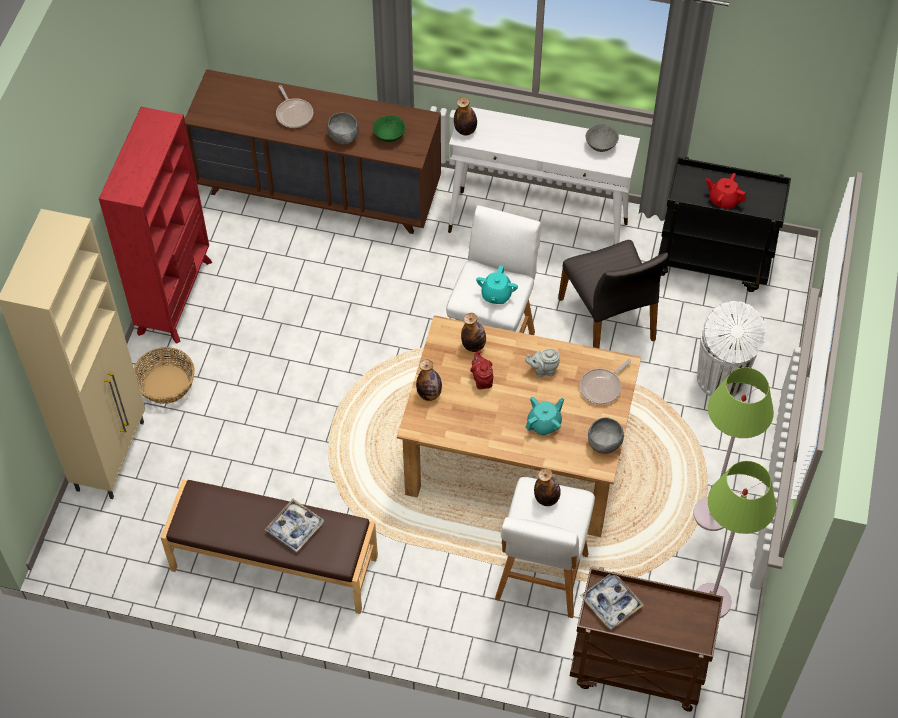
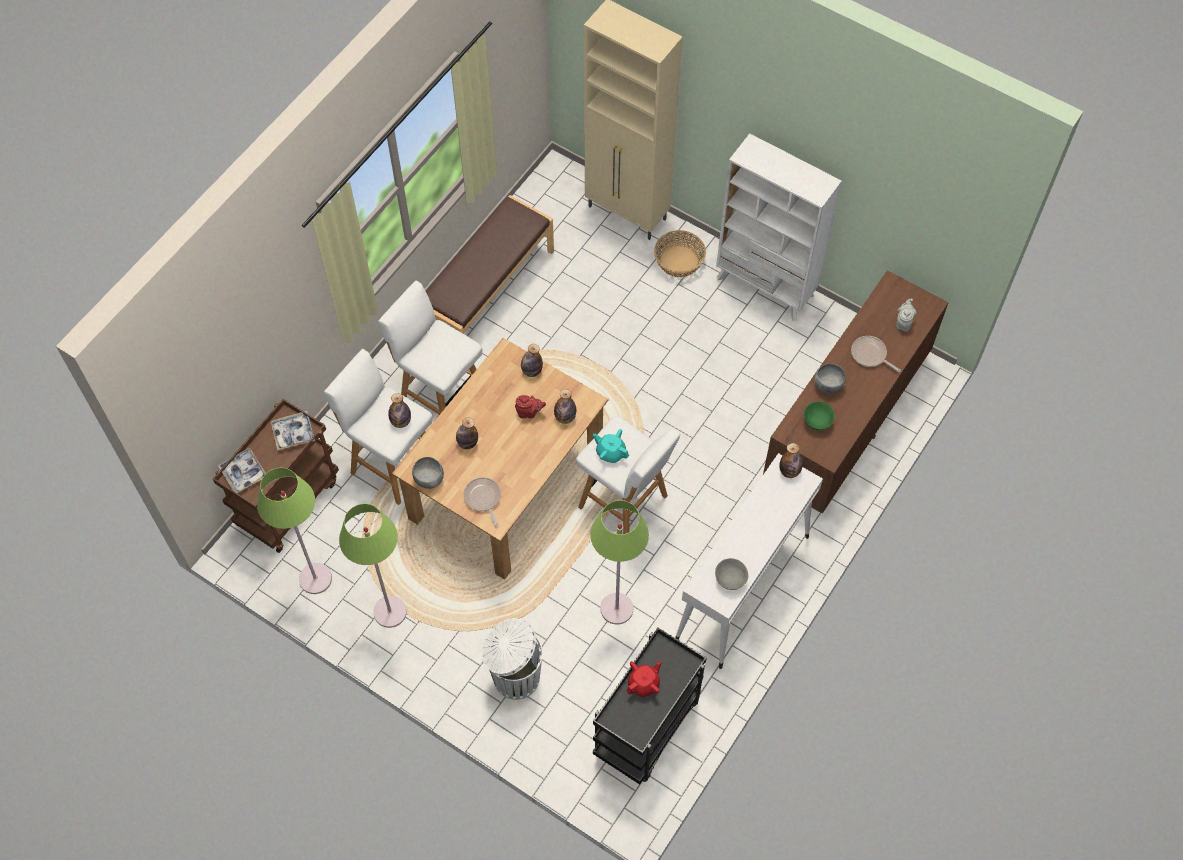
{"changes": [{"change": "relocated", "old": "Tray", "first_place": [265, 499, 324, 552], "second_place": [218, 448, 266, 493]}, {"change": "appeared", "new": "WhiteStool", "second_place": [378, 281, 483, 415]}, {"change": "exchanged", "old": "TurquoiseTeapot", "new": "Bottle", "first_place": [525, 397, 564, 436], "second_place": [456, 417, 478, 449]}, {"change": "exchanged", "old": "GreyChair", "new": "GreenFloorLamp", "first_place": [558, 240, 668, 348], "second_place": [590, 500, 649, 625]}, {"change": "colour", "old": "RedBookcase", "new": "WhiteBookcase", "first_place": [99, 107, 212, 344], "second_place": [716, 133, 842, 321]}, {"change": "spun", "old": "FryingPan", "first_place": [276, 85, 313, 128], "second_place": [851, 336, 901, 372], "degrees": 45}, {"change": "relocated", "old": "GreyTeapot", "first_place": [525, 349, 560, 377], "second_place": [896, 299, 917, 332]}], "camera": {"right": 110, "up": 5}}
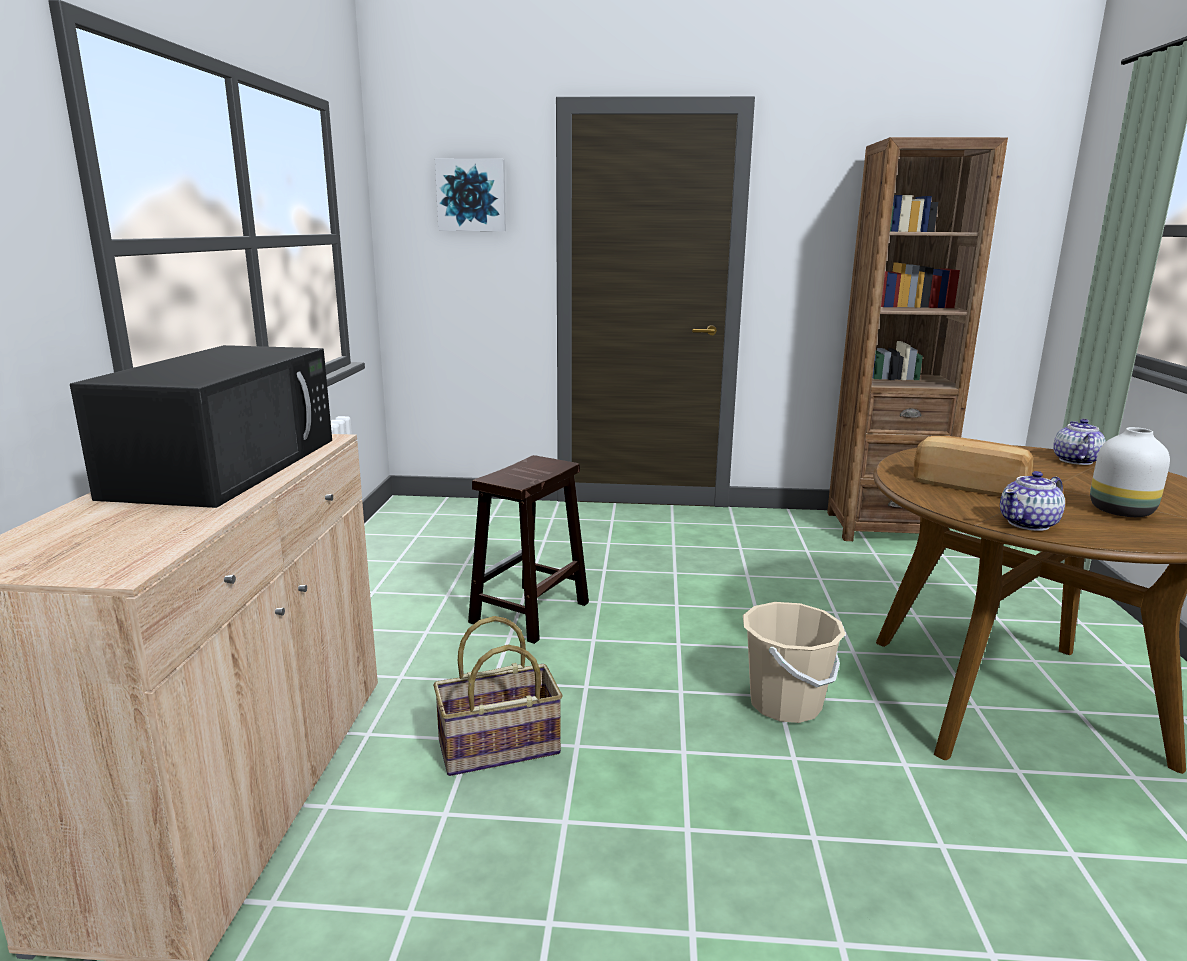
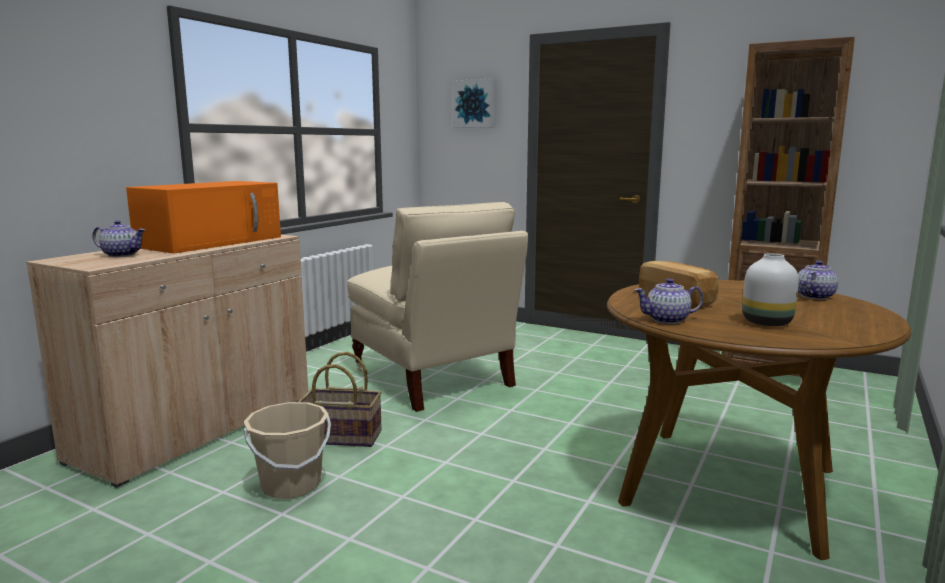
{"changes": [{"change": "appeared", "new": "Teapot", "second_place": [92, 220, 145, 257]}, {"change": "colour", "old": "BlackMicrowave", "new": "OrangeMicrowave", "first_place": [70, 345, 332, 508], "second_place": [126, 181, 281, 254]}, {"change": "relocated", "old": "BeigeBucket", "first_place": [743, 602, 846, 723], "second_place": [244, 402, 331, 499]}, {"change": "exchanged", "old": "BrownStool", "new": "BeigeChair", "first_place": [468, 455, 589, 644], "second_place": [347, 202, 528, 412]}], "camera": {"right": 25, "up": -5}}
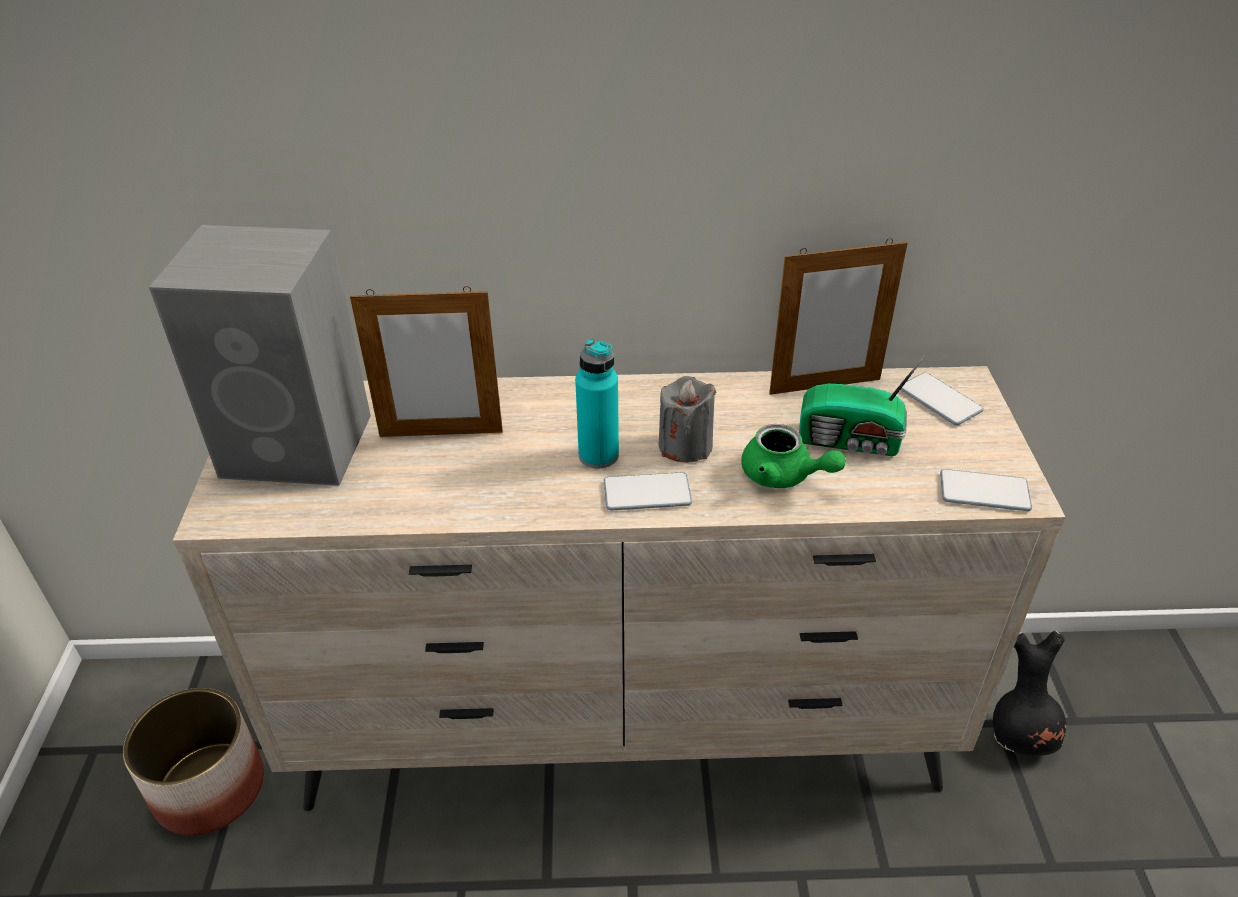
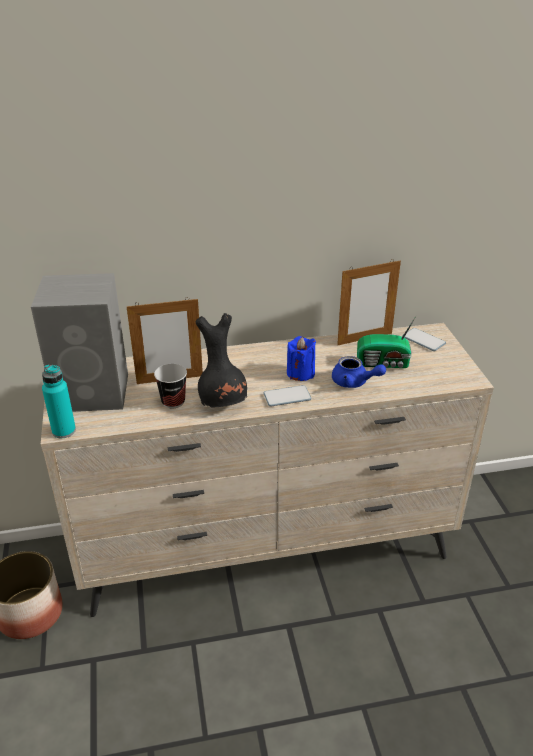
{"changes": [{"change": "relocated", "old": "TurquoiseBottle", "first_place": [575, 339, 619, 468], "second_place": [42, 364, 76, 438]}, {"change": "appeared", "new": "Cup", "second_place": [154, 364, 187, 408]}, {"change": "relocated", "old": "BlackVase", "first_place": [993, 631, 1066, 756], "second_place": [196, 313, 247, 407]}, {"change": "colour", "old": "GreyCandle", "new": "BlueCandle", "first_place": [659, 376, 716, 463], "second_place": [287, 336, 316, 381]}, {"change": "colour", "old": "GreenTeapot", "new": "BlueTeapot", "first_place": [741, 424, 846, 488], "second_place": [332, 356, 386, 388]}, {"change": "missing", "old": "Phone", "first_place": [940, 469, 1032, 511]}], "camera": {"right": -10, "up": -5}}
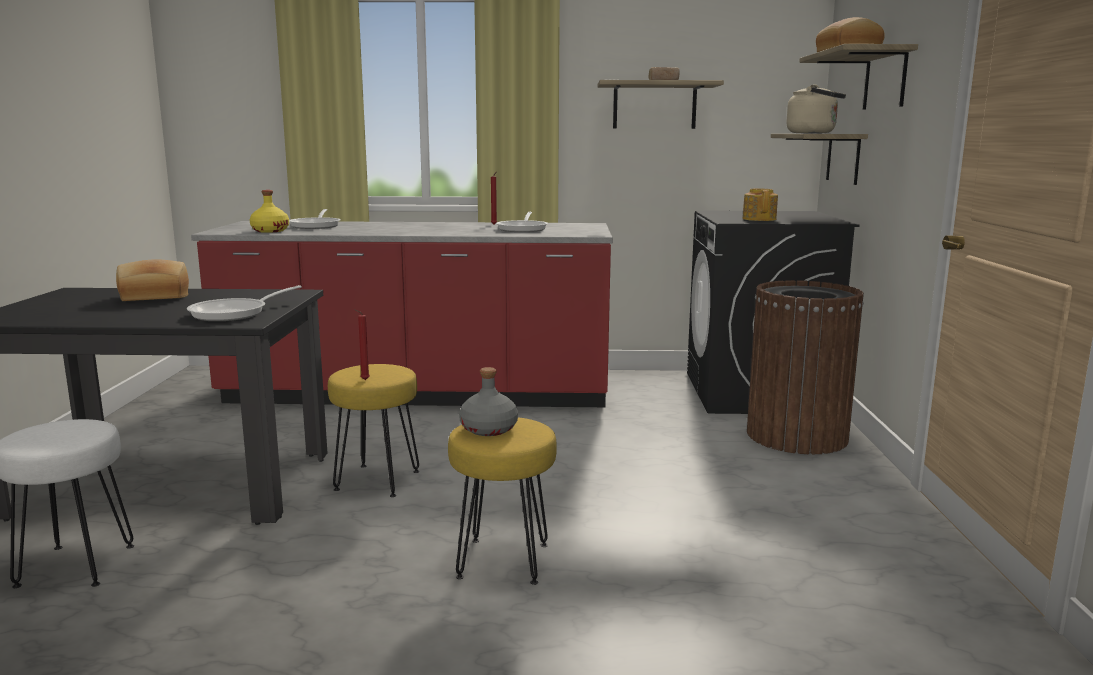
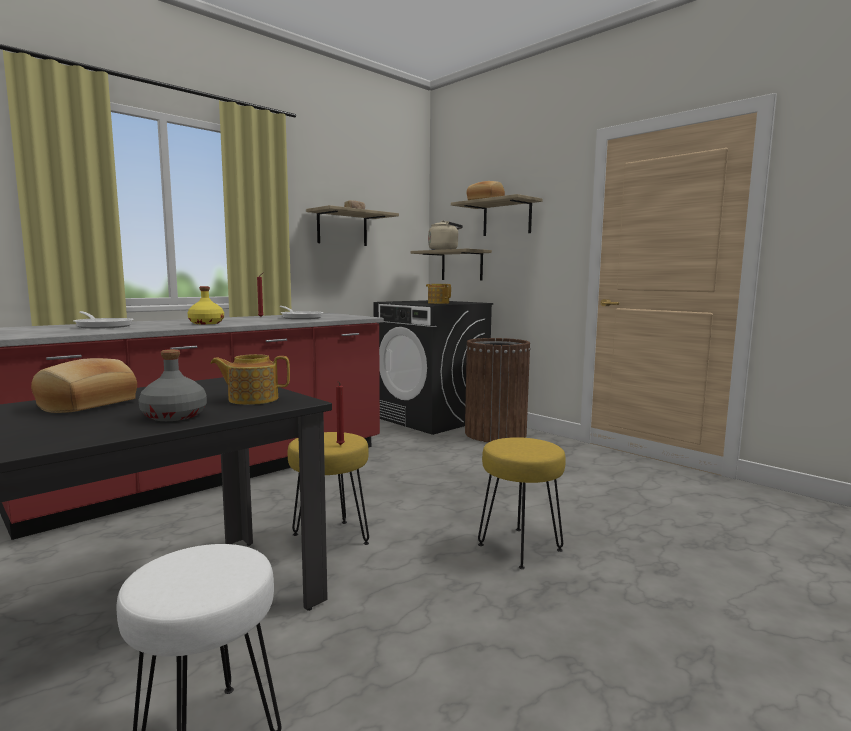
{"changes": [{"change": "relocated", "old": "GreyBottle", "first_place": [459, 367, 518, 436], "second_place": [138, 349, 207, 421]}, {"change": "relocated", "old": "YellowBottle", "first_place": [250, 190, 289, 233], "second_place": [187, 286, 224, 324]}, {"change": "exchanged", "old": "FryingPan", "new": "Teapot", "first_place": [187, 285, 302, 321], "second_place": [210, 354, 290, 405]}], "camera": {"right": -45, "up": -5}}
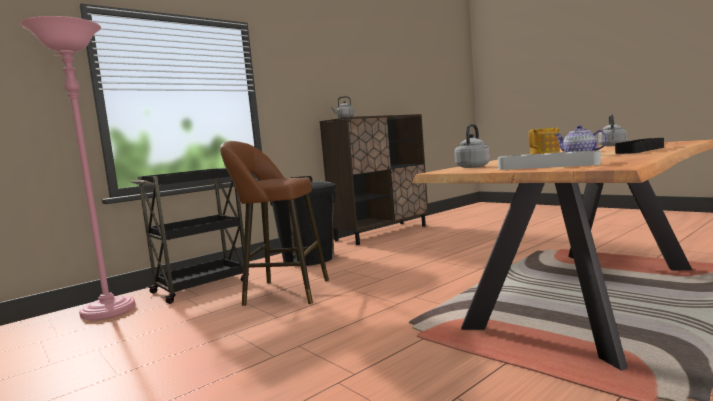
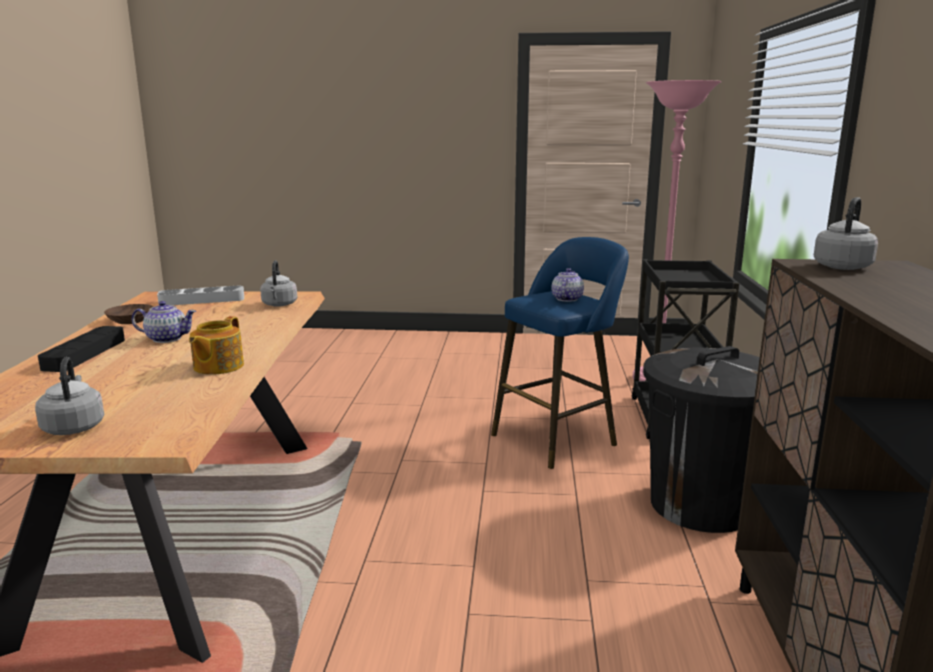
{"changes": [{"change": "appeared", "new": "BrownBowl", "second_place": [104, 304, 153, 324]}, {"change": "colour", "old": "BrownStool", "new": "BlueStool", "first_place": [220, 141, 329, 306], "second_place": [491, 237, 629, 469]}, {"change": "appeared", "new": "Teapot", "second_place": [552, 268, 584, 302]}], "camera": {"right": 135, "up": 10}}
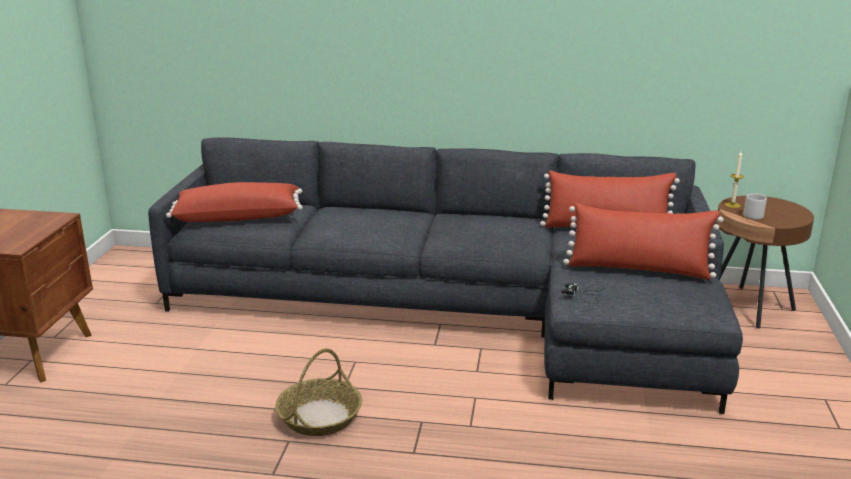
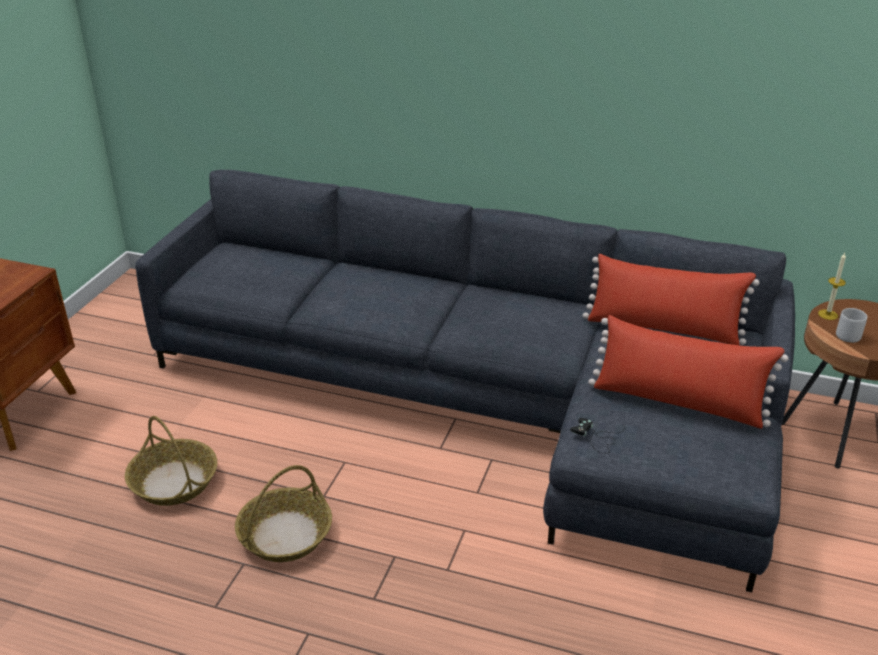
{"changes": [{"change": "appeared", "new": "Basket", "second_place": [125, 416, 218, 506]}, {"change": "missing", "old": "RedPillow", "first_place": [166, 182, 303, 222]}], "camera": {"right": 10, "up": 10}}
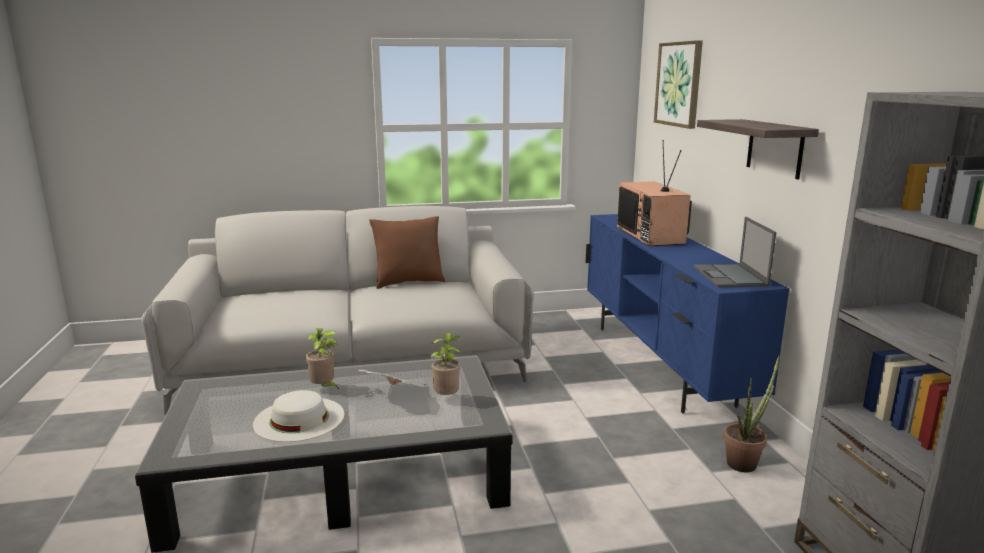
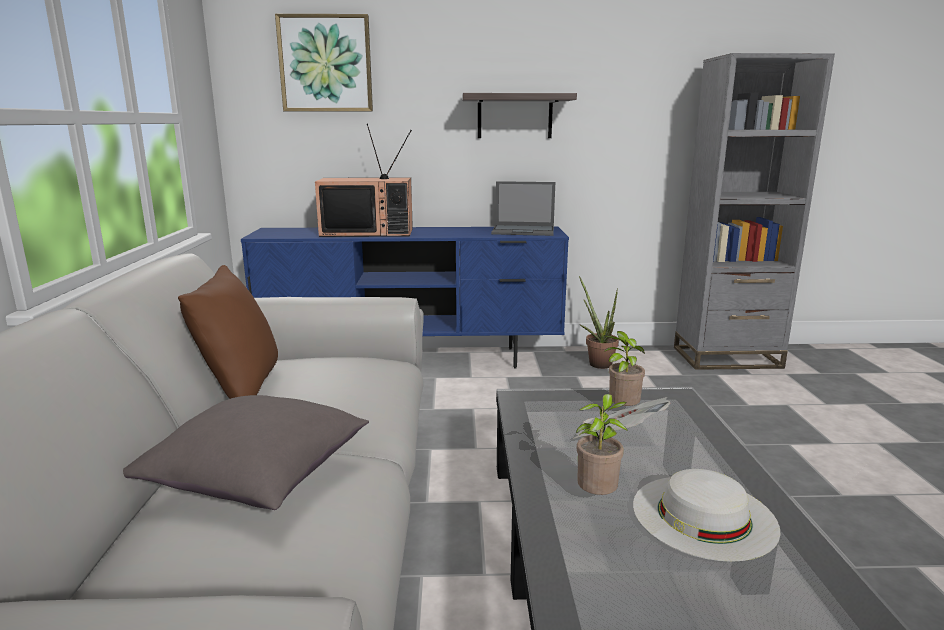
{"changes": [{"change": "appeared", "new": "GreyPillow", "second_place": [123, 395, 369, 510]}], "camera": {"right": -80, "up": 0}}
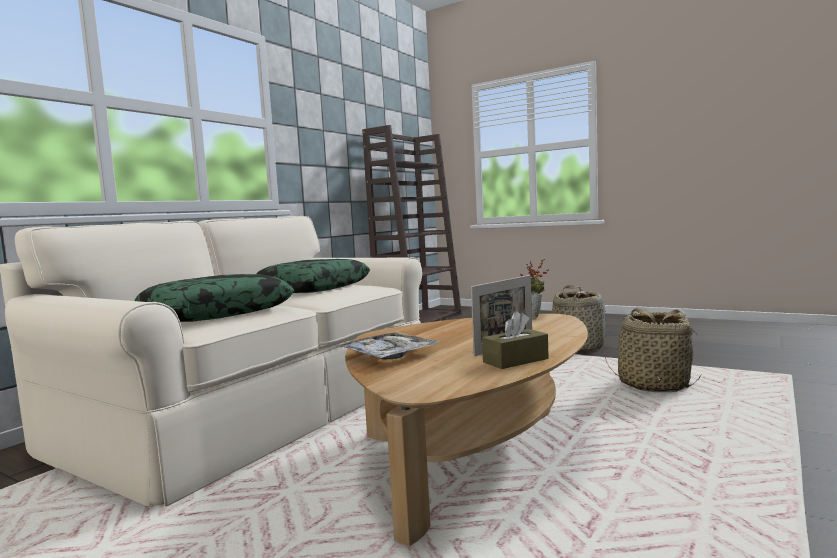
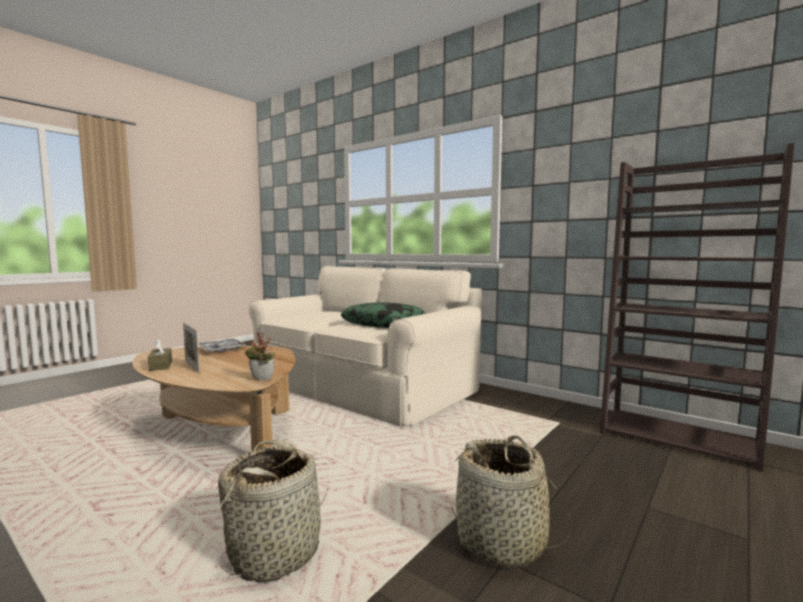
{"changes": [{"change": "missing", "old": "Pillow", "first_place": [135, 274, 294, 322]}], "camera": {"right": 95, "up": 0}}
